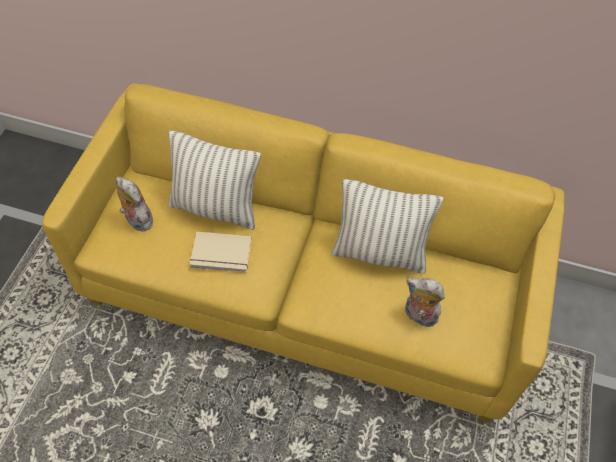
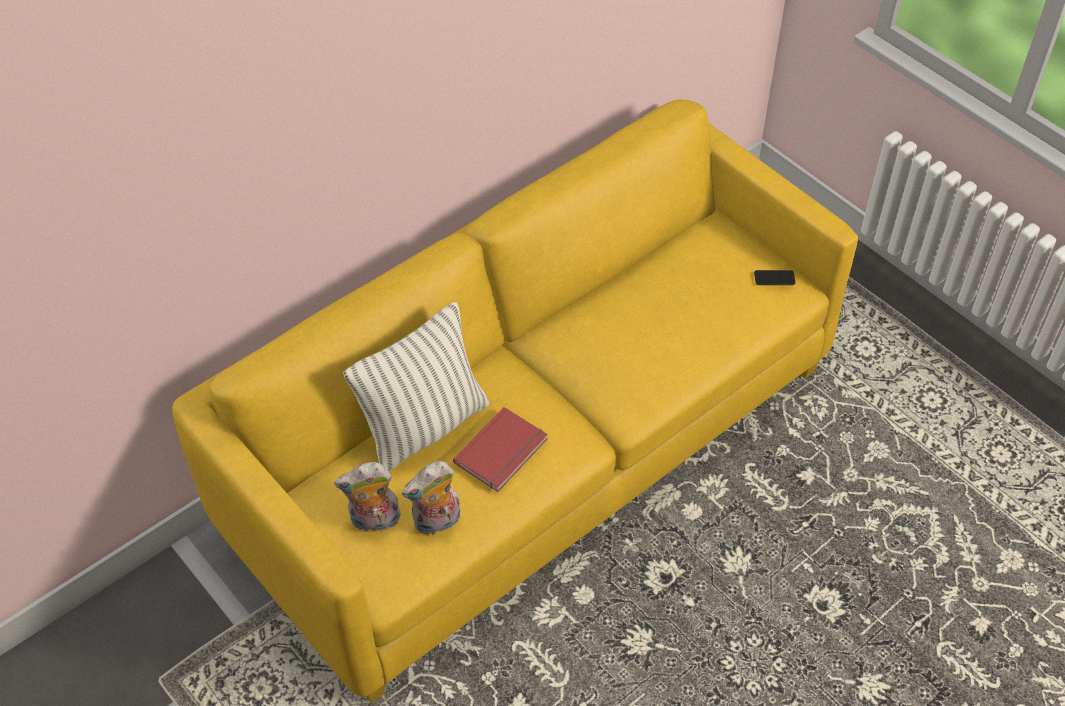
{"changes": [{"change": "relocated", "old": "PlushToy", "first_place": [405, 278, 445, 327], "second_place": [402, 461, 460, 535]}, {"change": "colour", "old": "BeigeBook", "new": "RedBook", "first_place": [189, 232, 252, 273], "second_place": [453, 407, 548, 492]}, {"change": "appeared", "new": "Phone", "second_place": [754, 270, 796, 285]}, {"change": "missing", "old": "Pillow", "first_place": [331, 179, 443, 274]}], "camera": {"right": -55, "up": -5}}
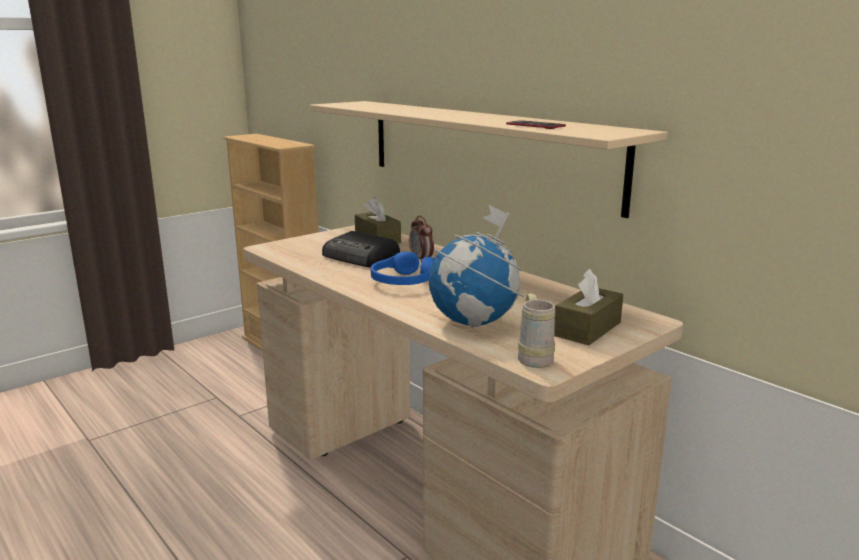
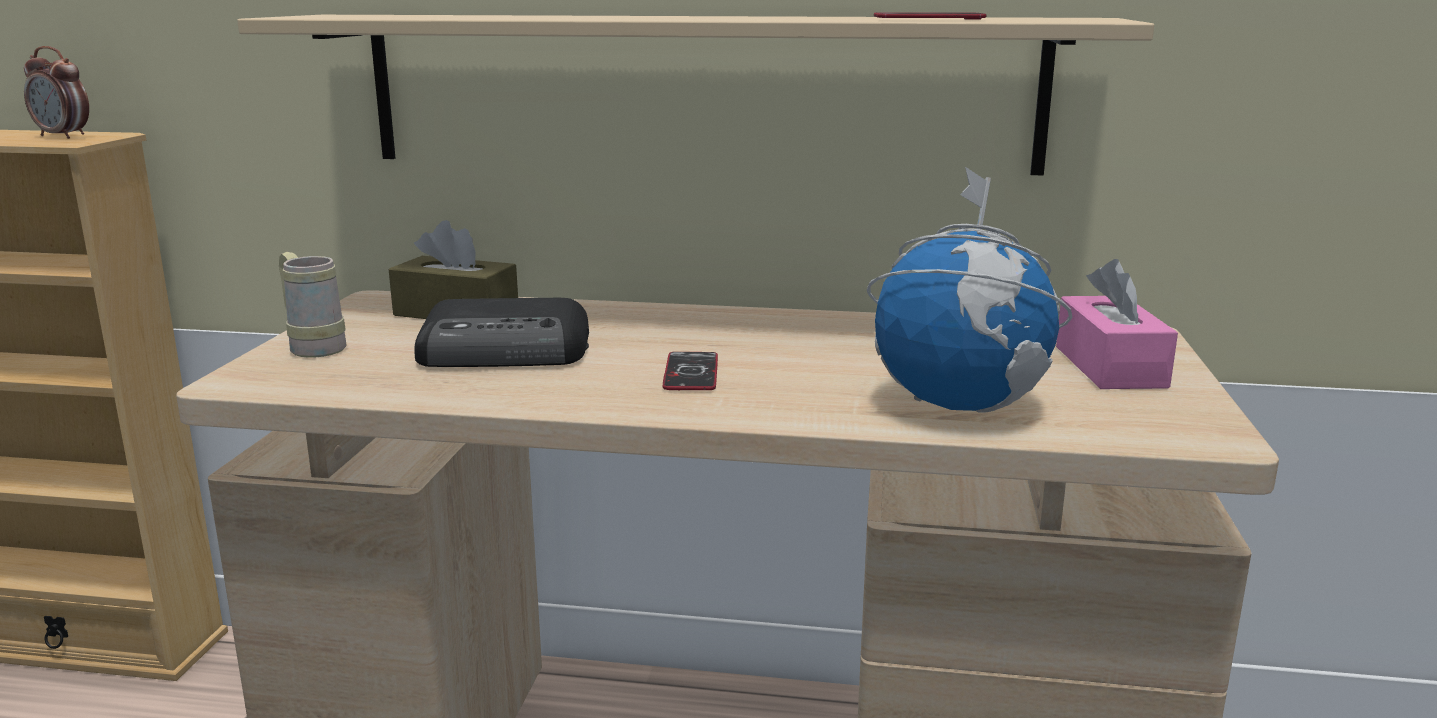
{"changes": [{"change": "relocated", "old": "AlarmClock", "first_place": [409, 216, 434, 263], "second_place": [24, 46, 89, 139]}, {"change": "relocated", "old": "BeigeMug", "first_place": [518, 293, 555, 368], "second_place": [279, 252, 347, 358]}, {"change": "exchanged", "old": "BlueHeadphones", "new": "Phone", "first_place": [371, 252, 435, 285], "second_place": [662, 352, 718, 390]}, {"change": "colour", "old": "BrownTissueBox", "new": "PinkTissueBox", "first_place": [554, 269, 623, 345], "second_place": [1056, 259, 1178, 389]}], "camera": {"right": -40, "up": 0}}
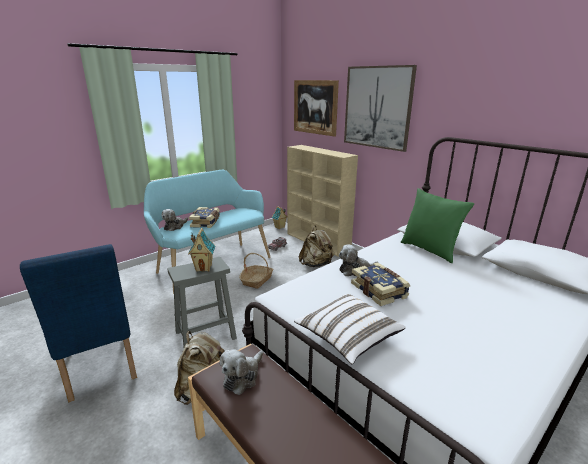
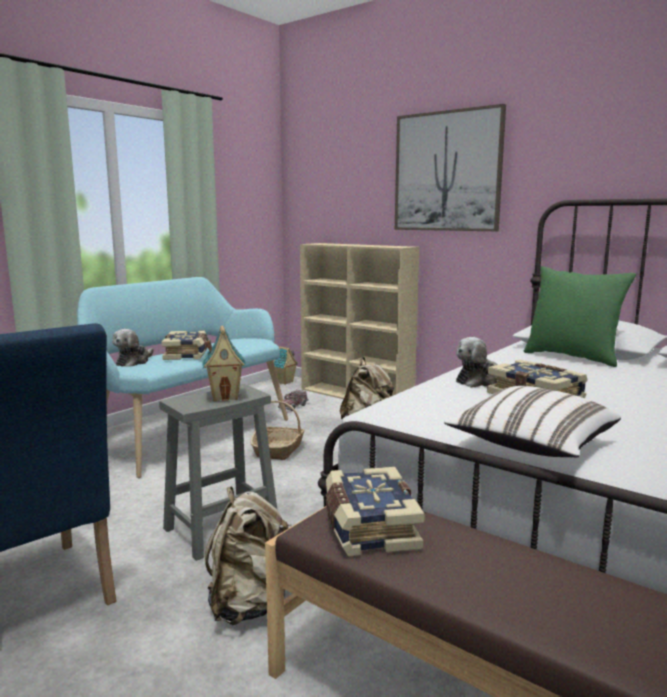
{"changes": [{"change": "exchanged", "old": "PlushToy", "new": "Book", "first_place": [219, 349, 263, 395], "second_place": [326, 467, 425, 556]}, {"change": "missing", "old": "Picture", "first_place": [294, 80, 339, 137]}], "camera": {"right": -10, "up": -10}}
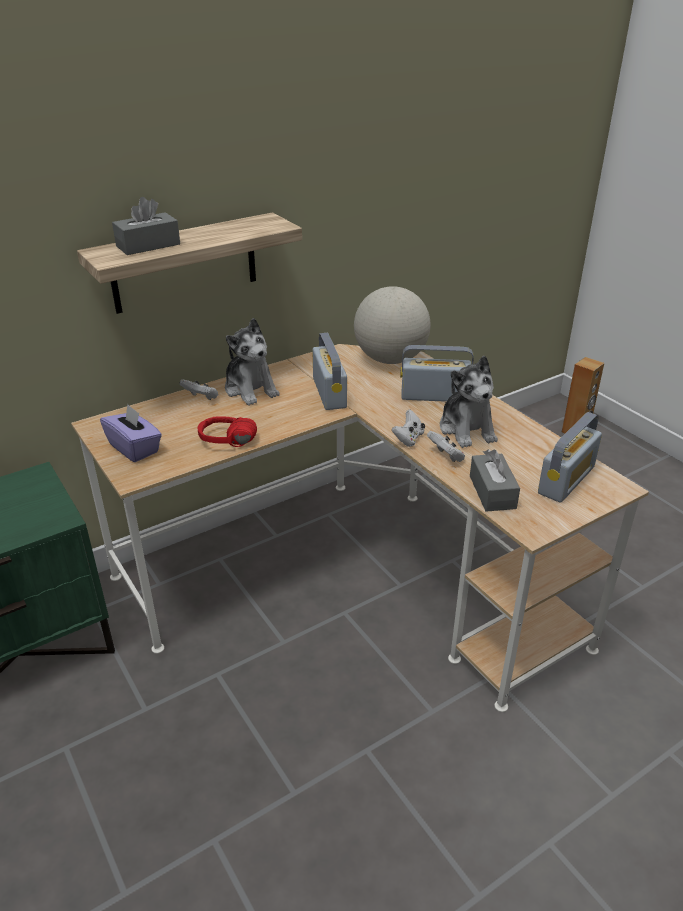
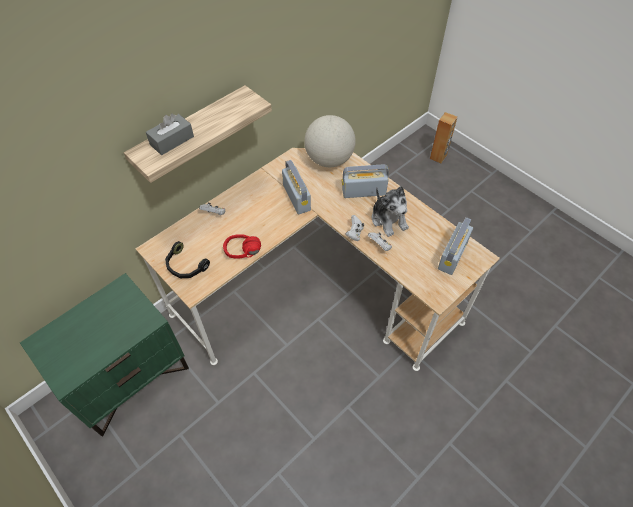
{"changes": [{"change": "exchanged", "old": "PurpleTissueBox", "new": "BlackHeadphones", "first_place": [100, 404, 162, 462], "second_place": [165, 241, 210, 278]}, {"change": "missing", "old": "PlushToy", "first_place": [225, 318, 280, 406]}, {"change": "missing", "old": "GreyTissueBox", "first_place": [470, 449, 520, 512]}], "camera": {"right": -10, "up": 20}}
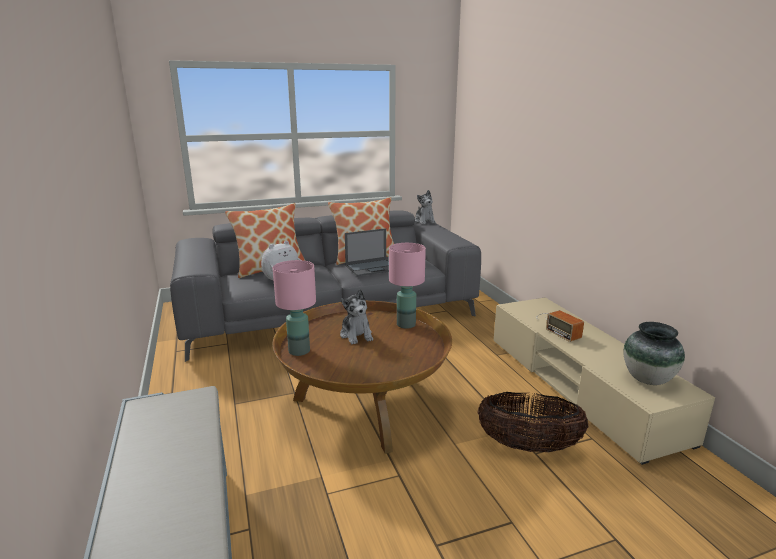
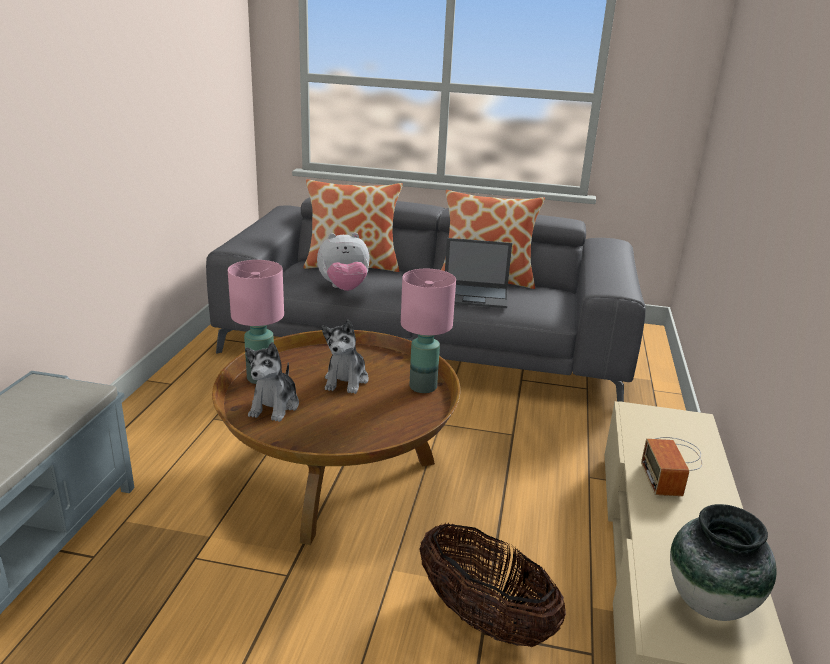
{"changes": [{"change": "relocated", "old": "PlushToy", "first_place": [415, 190, 436, 224], "second_place": [245, 342, 299, 422]}], "camera": {"right": 30, "up": 5}}
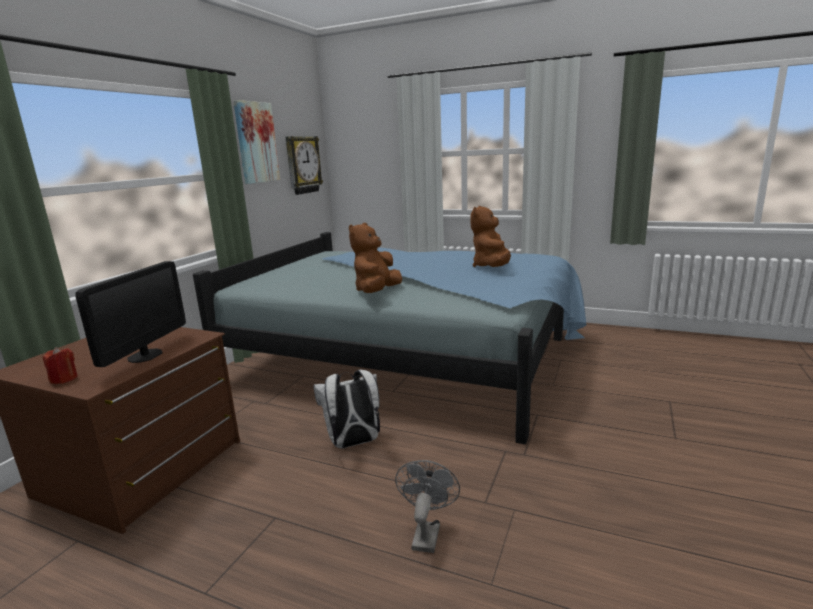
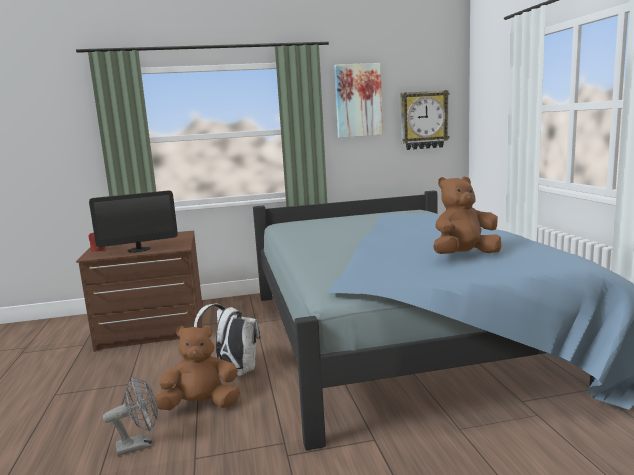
{"changes": [{"change": "relocated", "old": "BrownPlushToy", "first_place": [349, 223, 402, 293], "second_place": [153, 325, 240, 410]}], "camera": {"right": 55, "up": -5}}
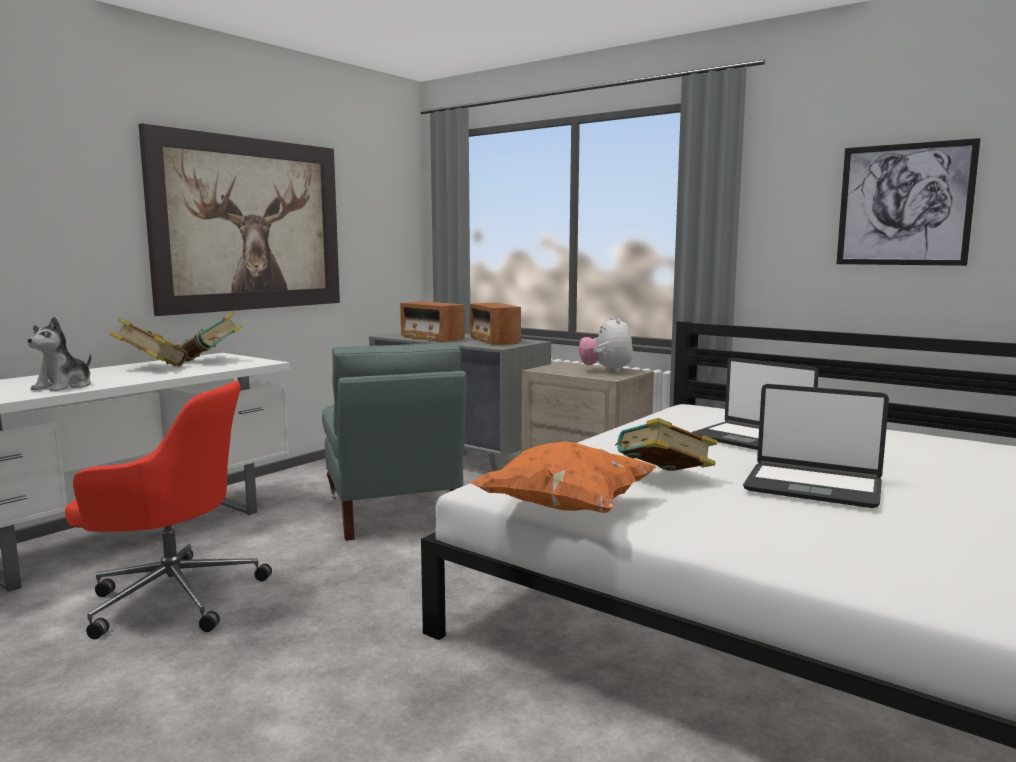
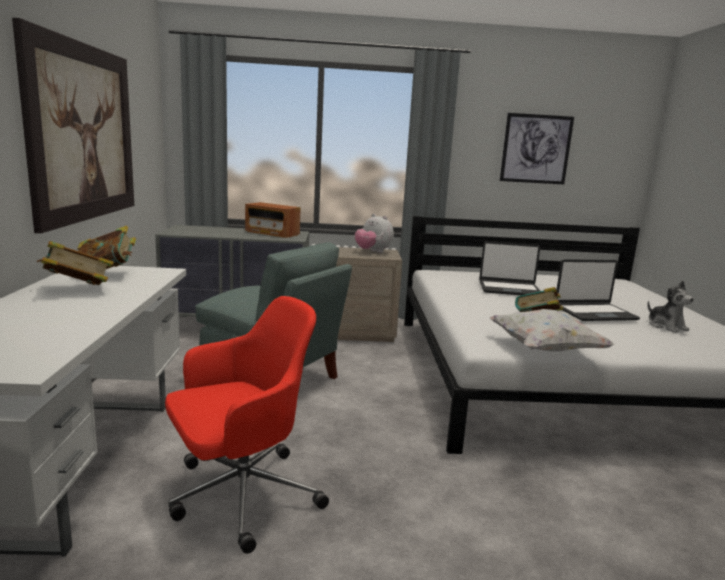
{"changes": [{"change": "colour", "old": "OrangePillow", "new": "WhitePillow", "first_place": [471, 441, 657, 513], "second_place": [489, 309, 615, 351]}, {"change": "relocated", "old": "PlushToy", "first_place": [27, 316, 91, 391], "second_place": [648, 281, 694, 333]}, {"change": "missing", "old": "Radio", "first_place": [400, 301, 465, 342]}], "camera": {"right": -40, "up": 5}}
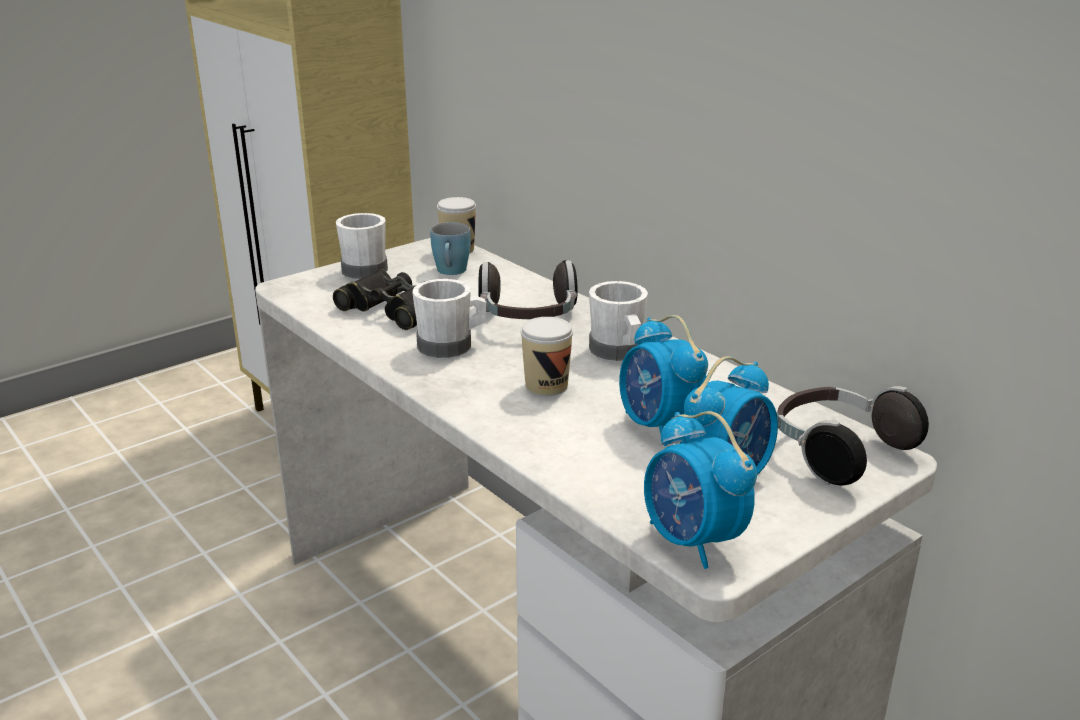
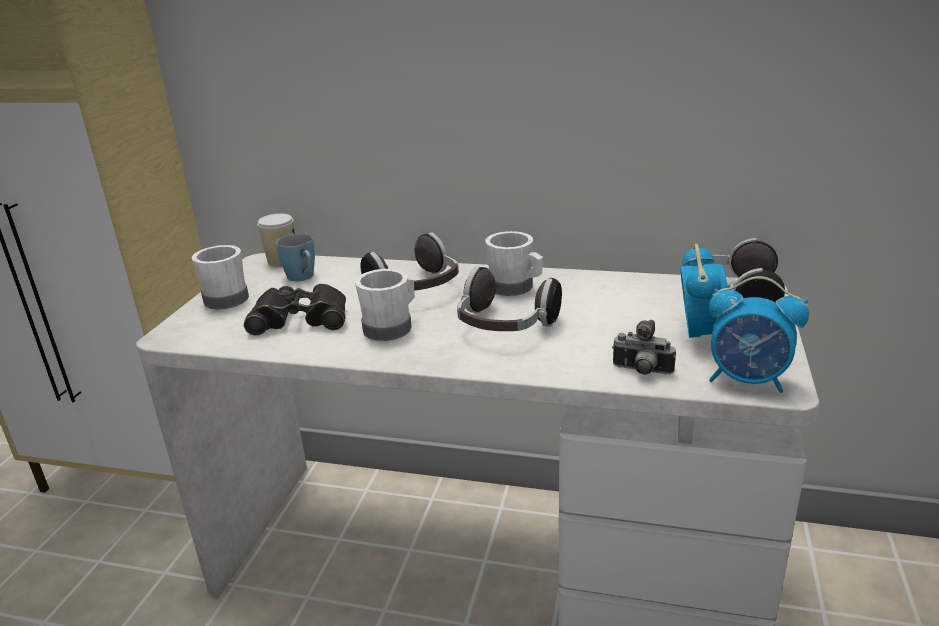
{"changes": [{"change": "exchanged", "old": "Cup", "new": "Headphones", "first_place": [521, 317, 573, 396], "second_place": [457, 267, 562, 331]}, {"change": "appeared", "new": "PhotoCamera", "second_place": [612, 320, 676, 375]}, {"change": "missing", "old": "AlarmClock", "first_place": [619, 315, 708, 446]}], "camera": {"right": -35, "up": 0}}
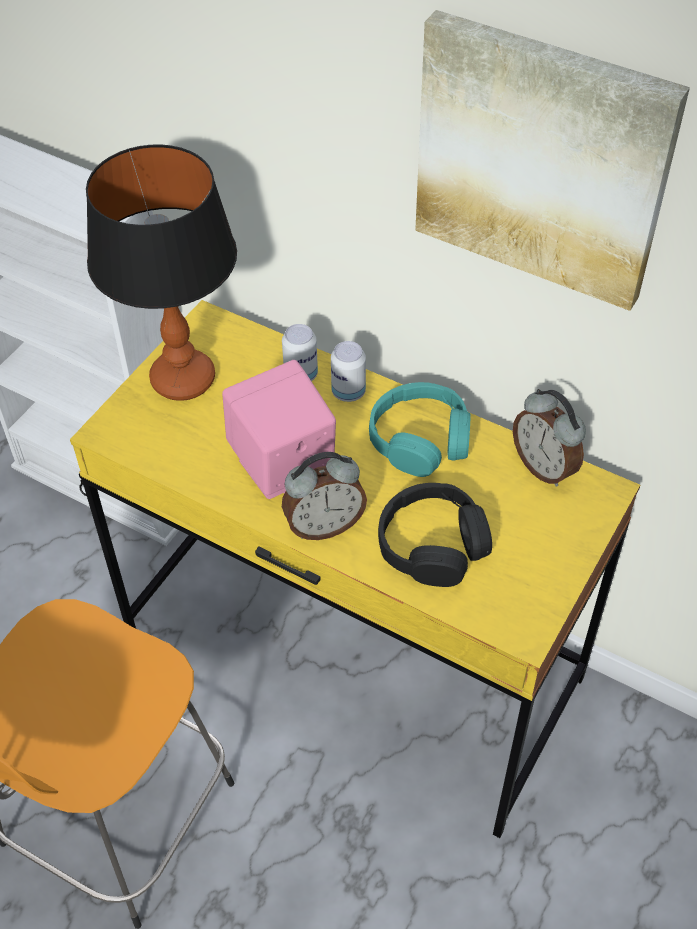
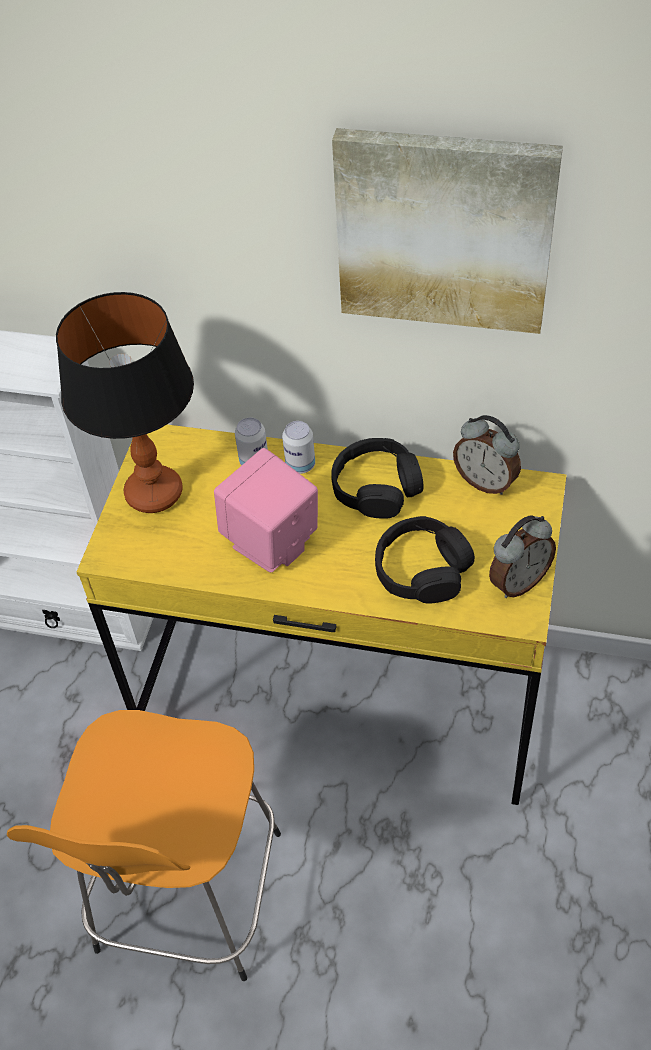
{"changes": [{"change": "colour", "old": "TurquoiseHeadphones", "new": "BlackHeadphones", "first_place": [369, 382, 471, 477], "second_place": [332, 438, 423, 519]}, {"change": "relocated", "old": "AlarmClock", "first_place": [282, 452, 367, 540], "second_place": [489, 516, 556, 598]}], "camera": {"right": -15, "up": 0}}
